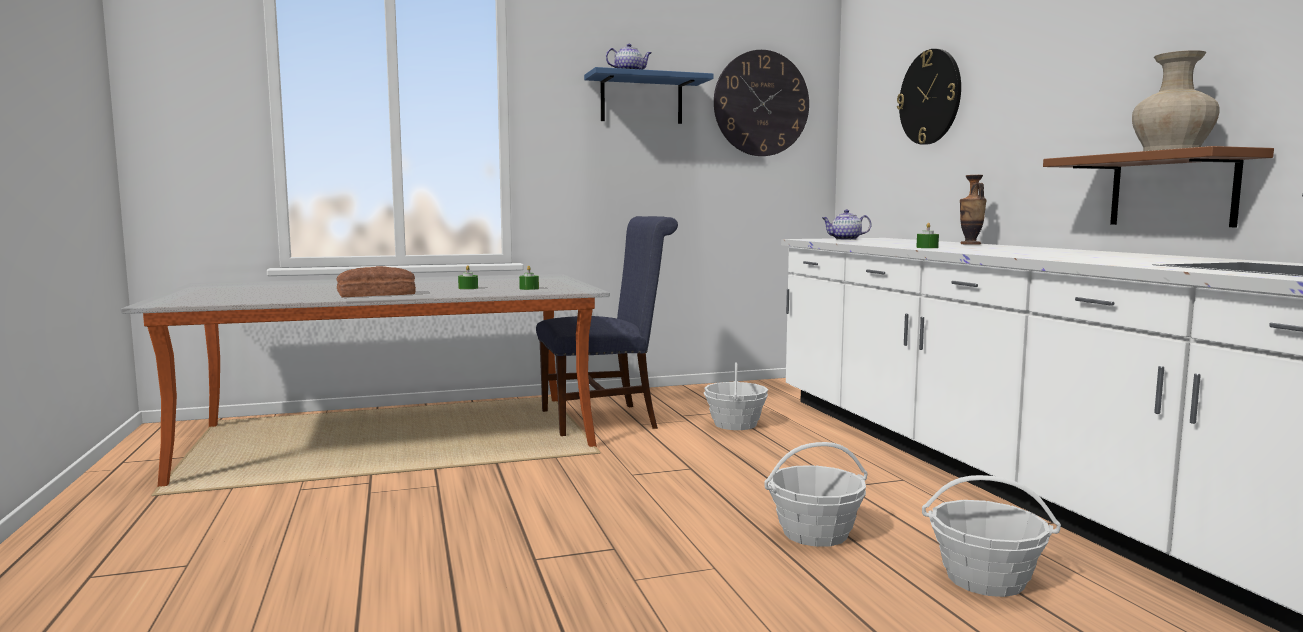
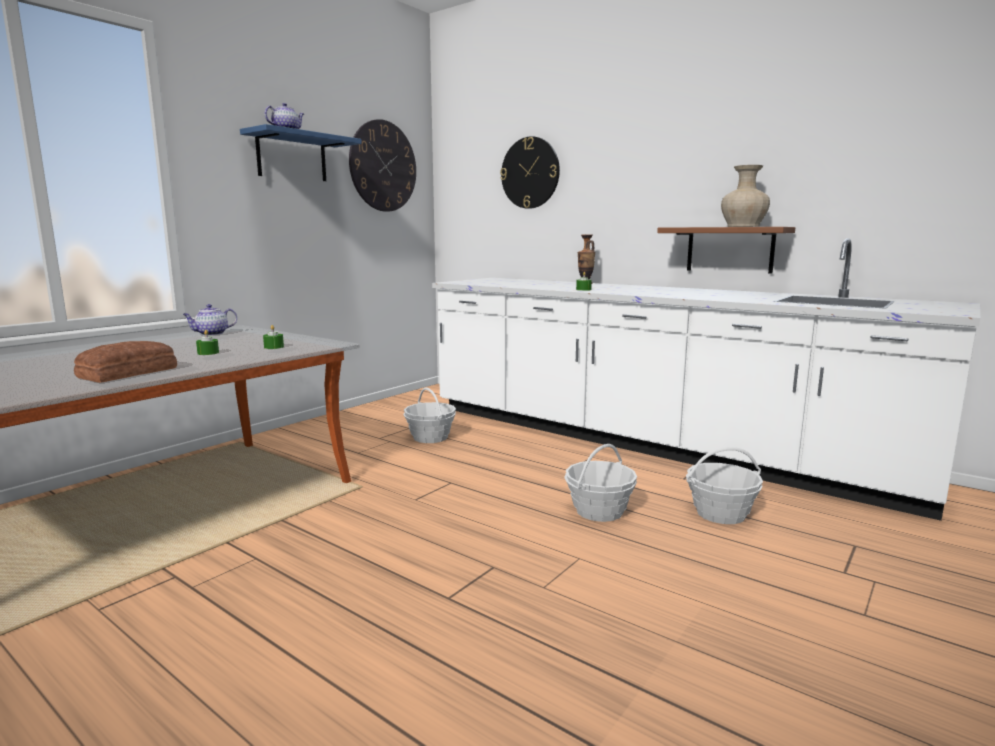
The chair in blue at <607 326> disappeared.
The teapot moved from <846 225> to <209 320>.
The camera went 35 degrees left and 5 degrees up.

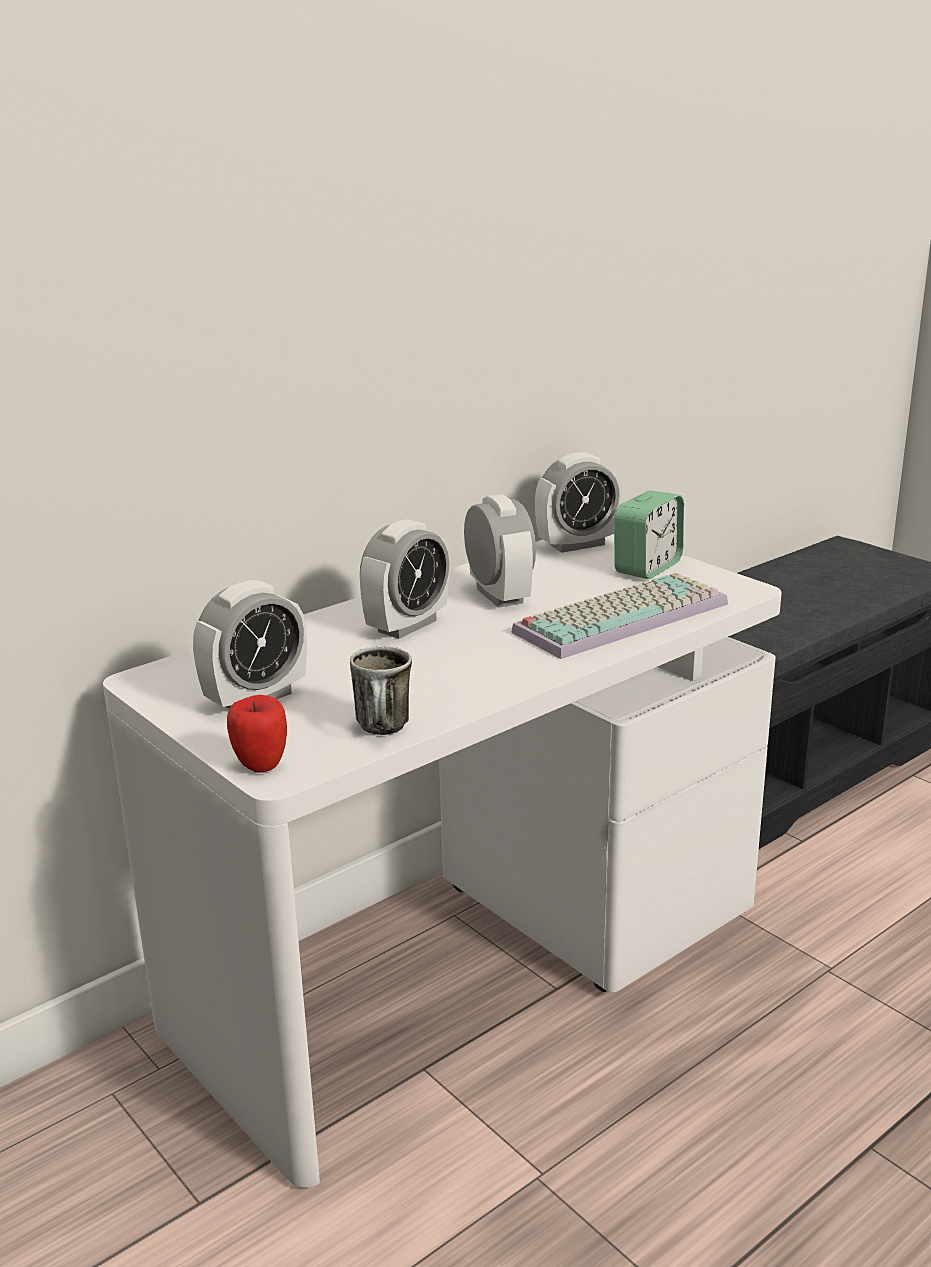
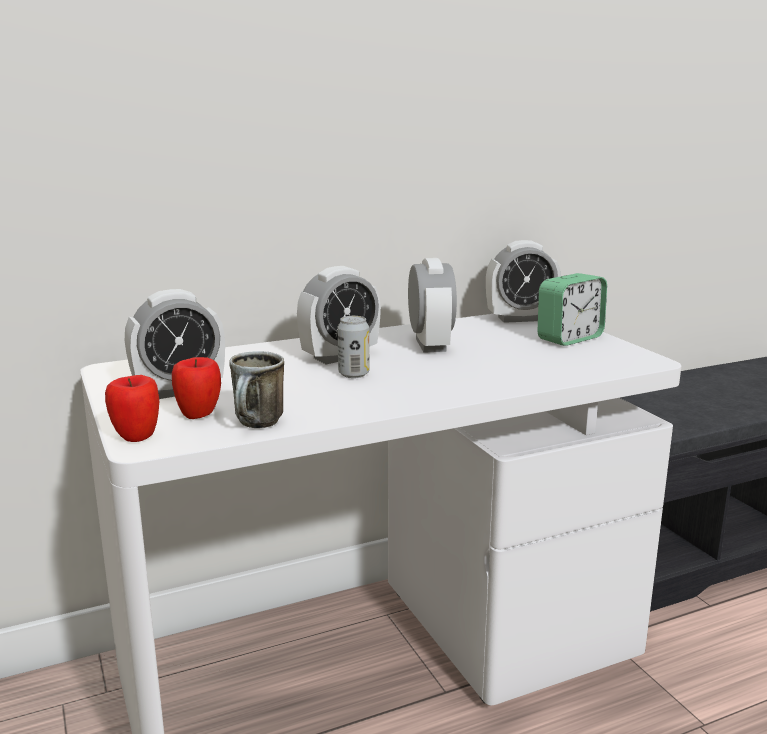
The keyboard at <619 615> disappeared.
The apple at <196 388> appeared.
The can at <353 347> appeared.
The camera went 15 degrees right and 5 degrees down.

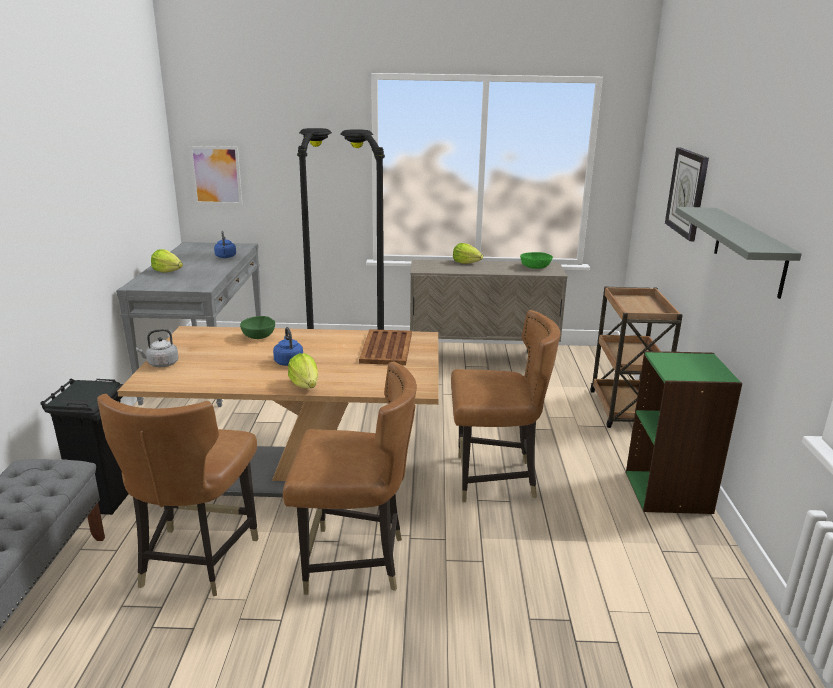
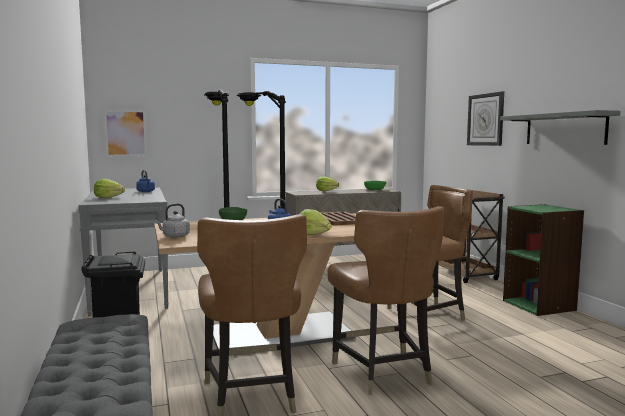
The chair in brown at <350 478> turned 90 degrees clockwise.
The camera went 20 degrees left and 15 degrees down.

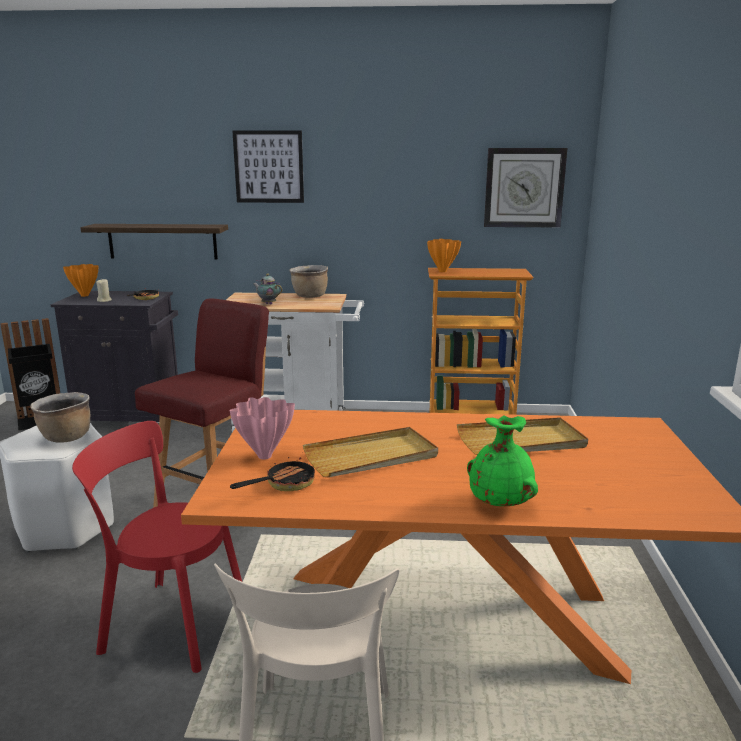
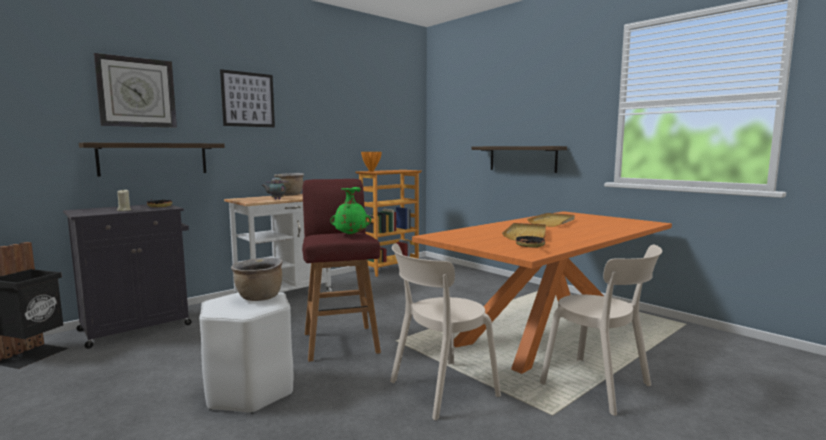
The vase in orange at <80 280> disappeared.
The vase in pink at <262 428> disappeared.
The shelf at <519 159> appeared.
The vase in green moved from <502 461> to <350 211>.
The wall clock moved from <525 188> to <135 90>.
The chair in red at <157 547> became the chair in beige at <445 332>.
The camera went 45 degrees left and 10 degrees down.

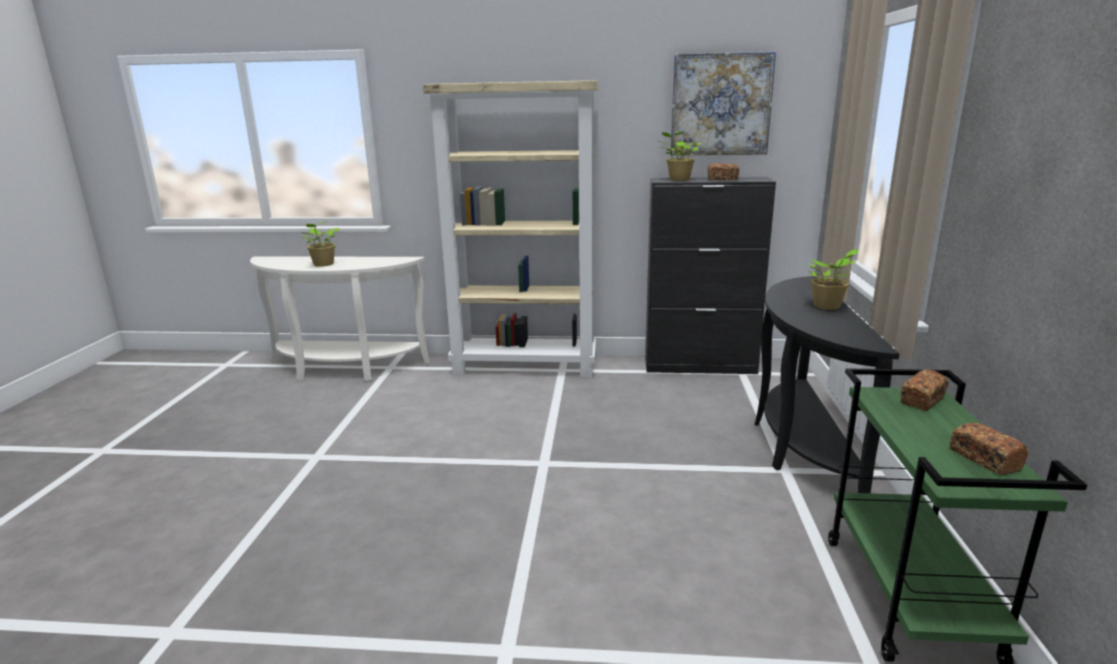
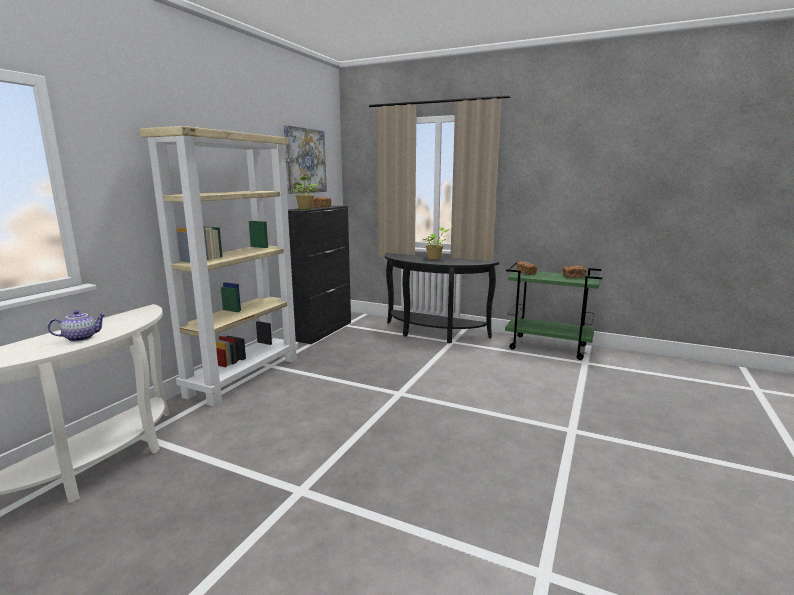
The potted plant at <320 244> was replaced by the teapot at <77 326>.
The camera went 70 degrees left and 5 degrees down.

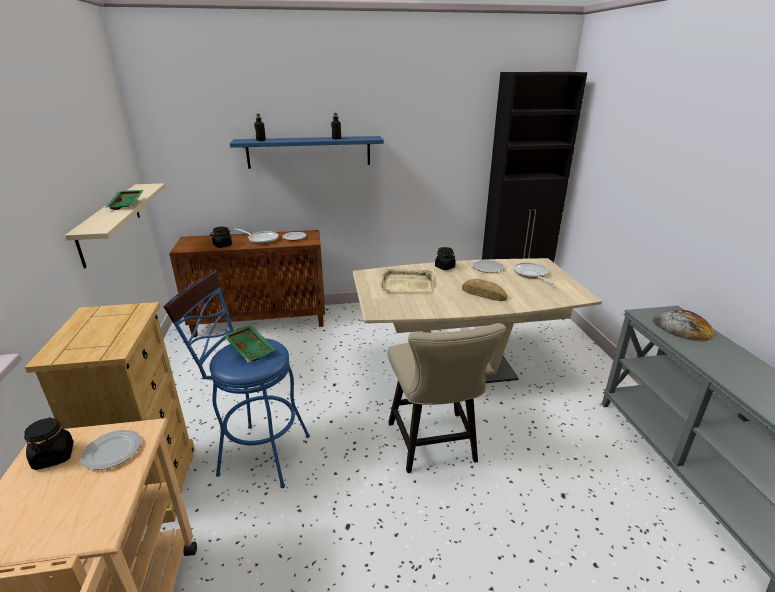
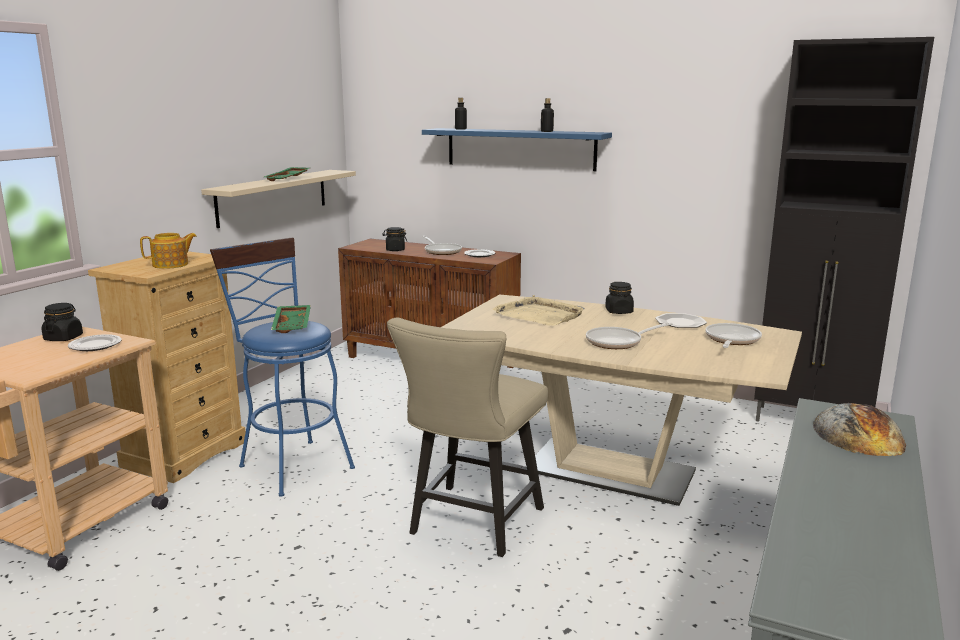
The teapot at <168 251> appeared.
The bread at <485 290> was replaced by the frying pan at <629 335>.
The camera went 35 degrees right and 10 degrees down.

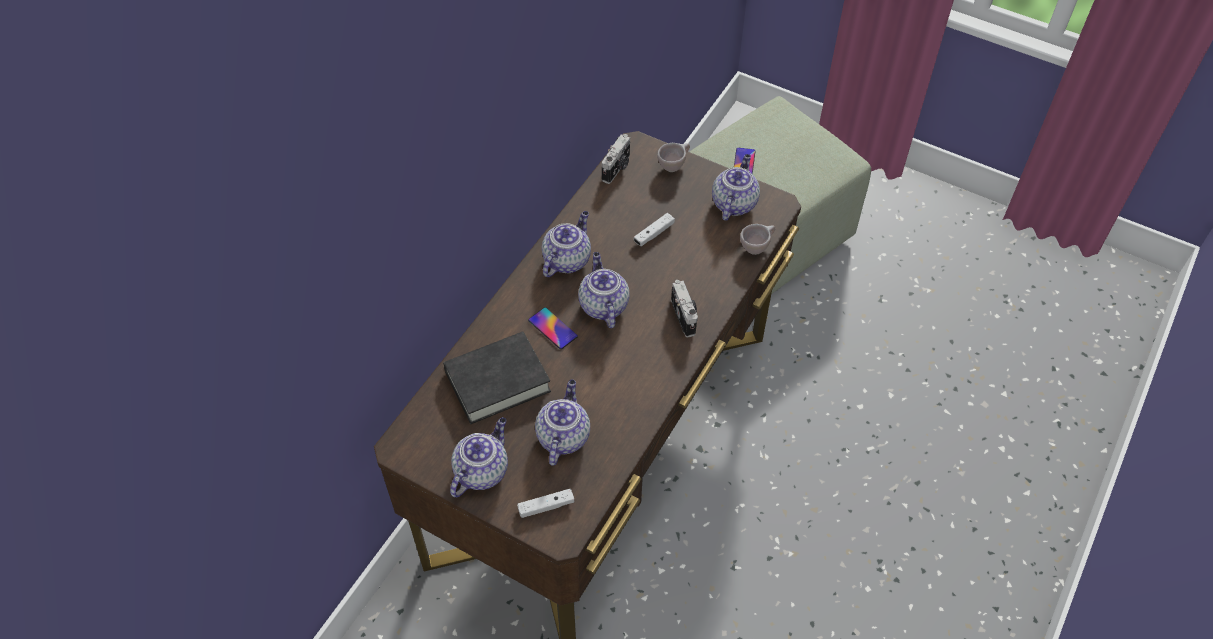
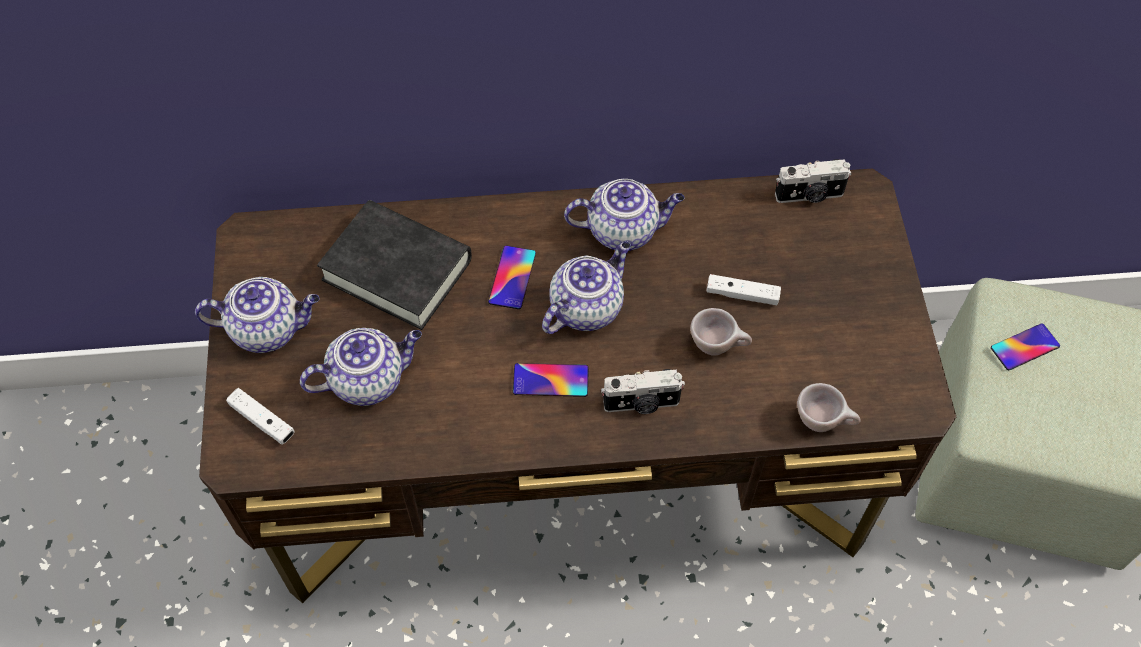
The teapot at <736 187> disappeared.
The phone at <551 380> appeared.
The cup in beige moved from <673 157> to <721 332>.
The photo camera at <684 308> turned 45 degrees clockwise.
The camera went 55 degrees right and 5 degrees up.

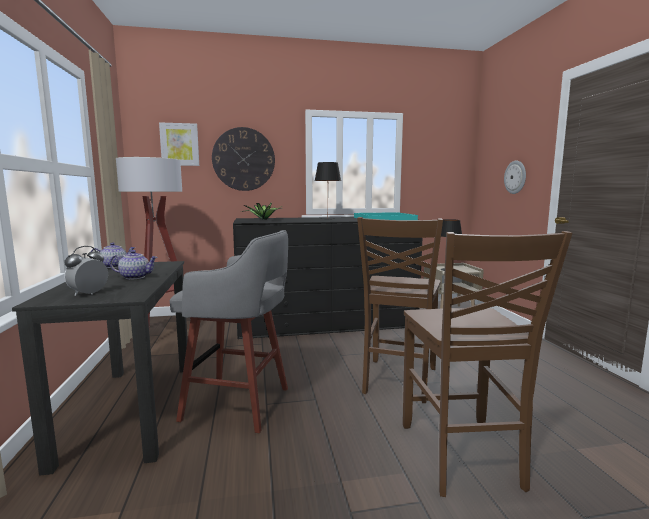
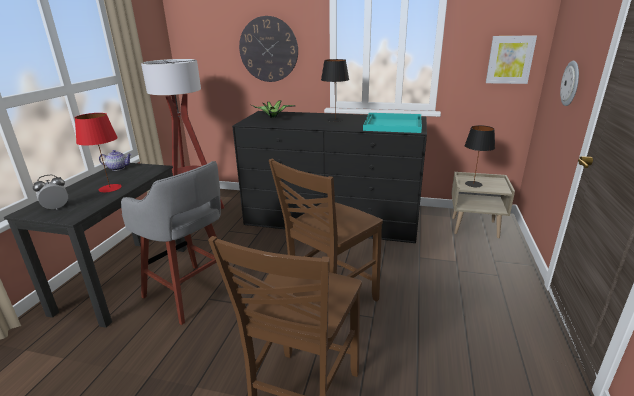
The picture moved from <179 144> to <511 59>.
The teapot at <133 264> was replaced by the table lamp in red at <98 152>.
The camera went 25 degrees right and 15 degrees up.

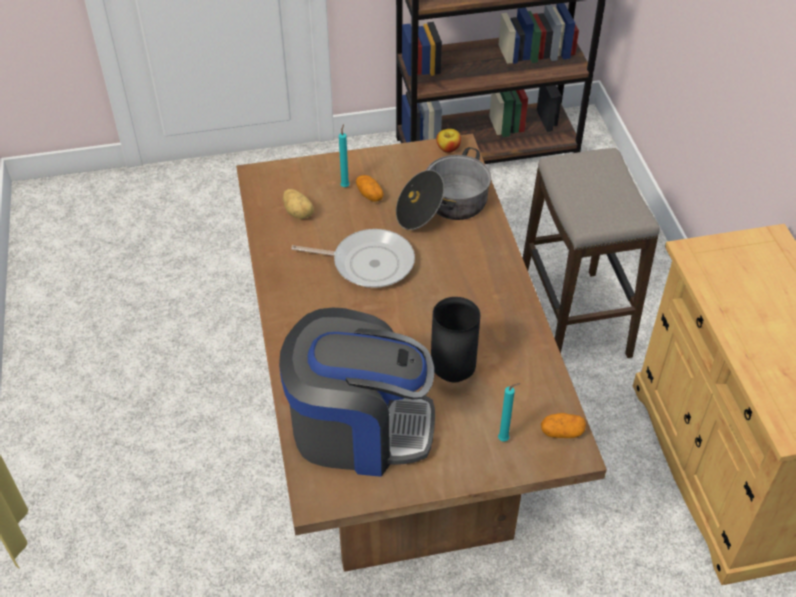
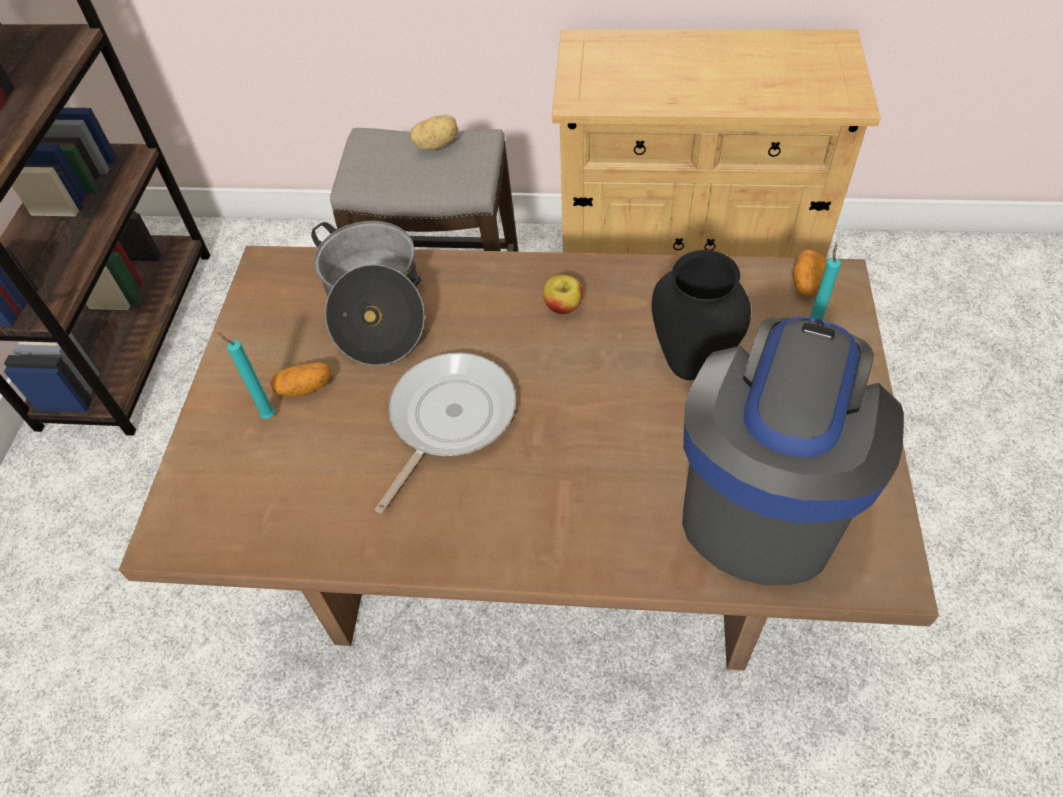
The potato moved from <298 204> to <433 132>.
The apple moved from <448 141> to <563 294>.
The camera went 70 degrees left and 5 degrees up.

